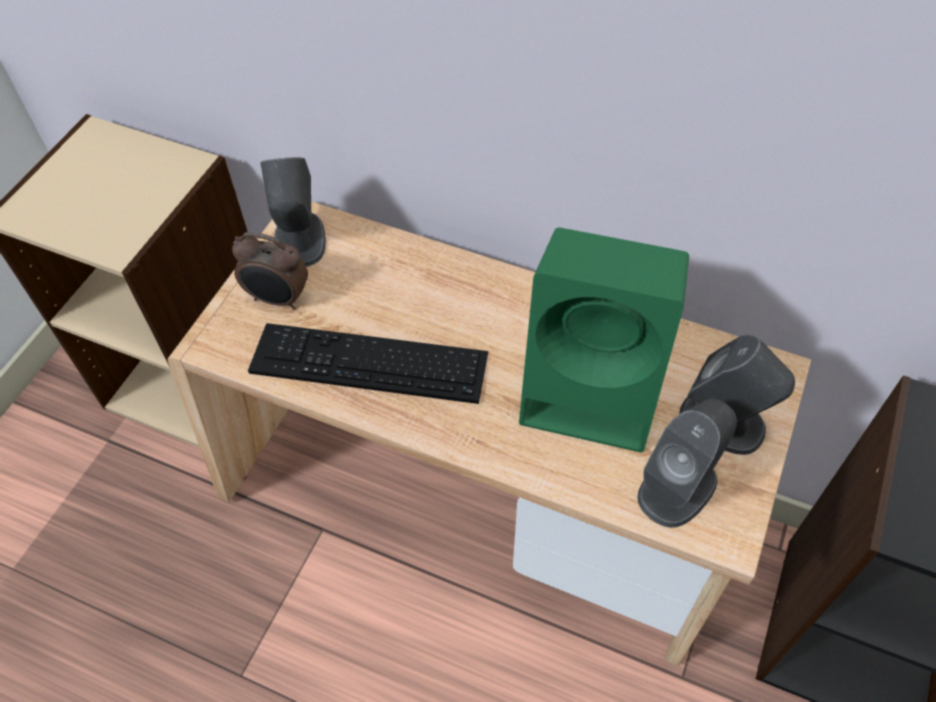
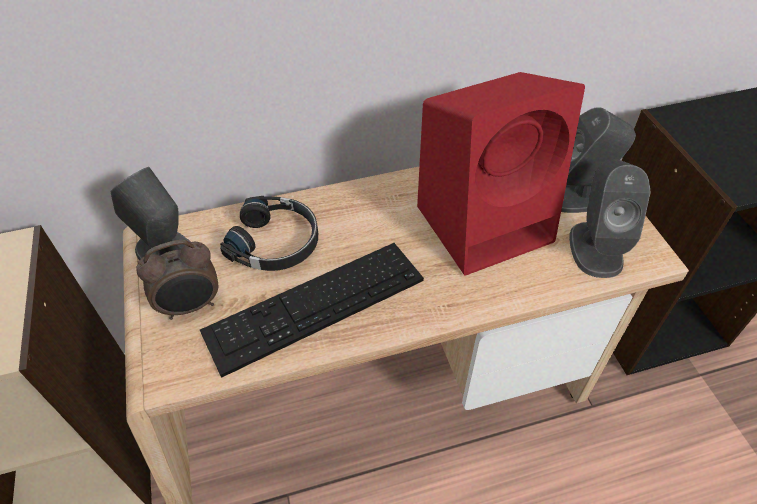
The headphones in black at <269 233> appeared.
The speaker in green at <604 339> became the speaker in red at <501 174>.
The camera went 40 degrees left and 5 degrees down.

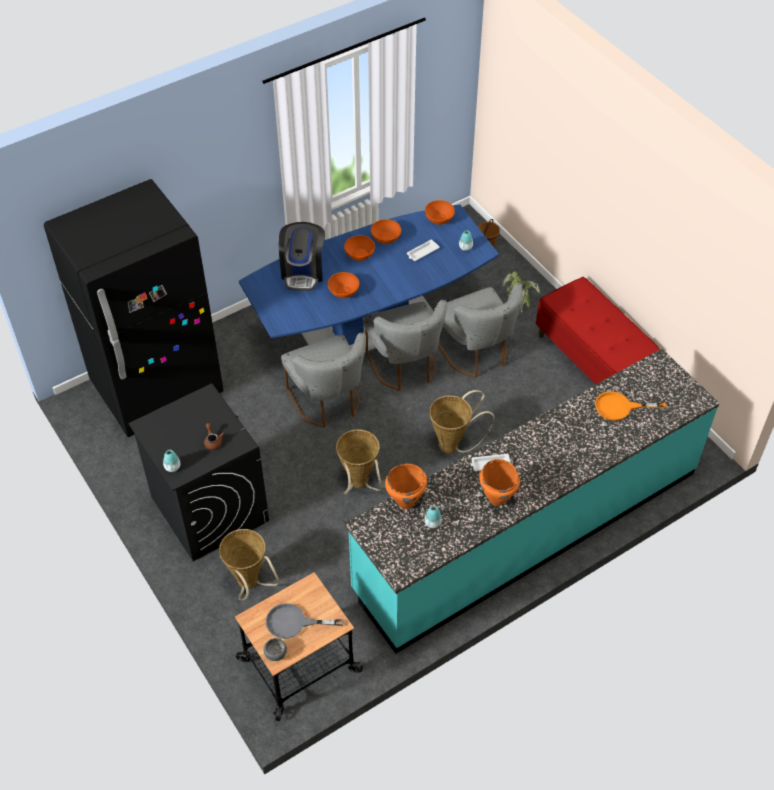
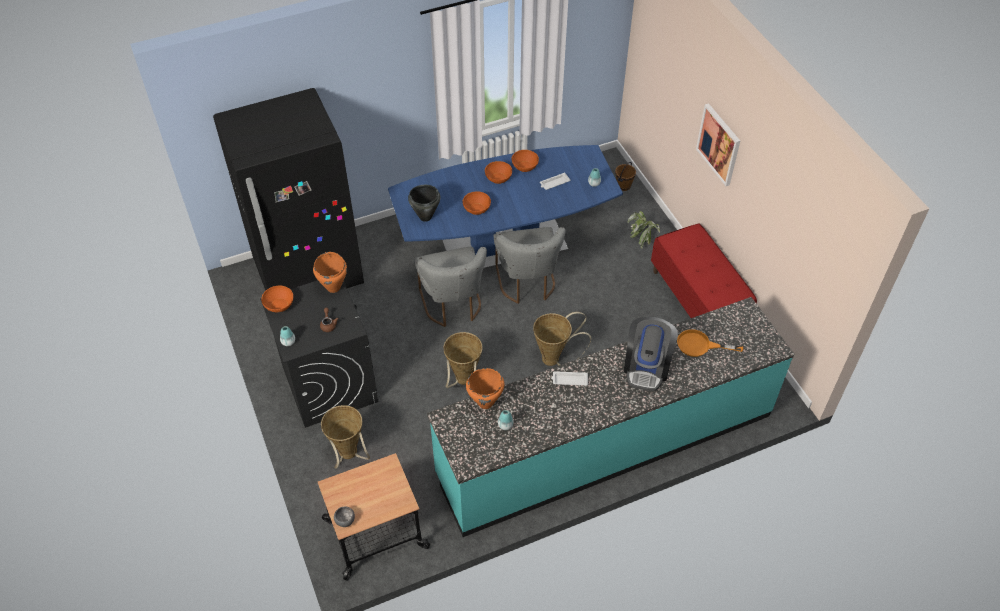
The frying pan in grey at <305 621> disappeared.
The chair in grey at <478 330> disappeared.
The cooking pot in black at <424 203> appeared.
The picture at <718 144> appeared.
The coffee machine moved from <302 256> to <650 354>.
The bowl in orange moved from <440 212> to <277 299>.
The cooking pot in orange moved from <499 482> to <330 272>.
The camera went 10 degrees right and 0 degrees up.

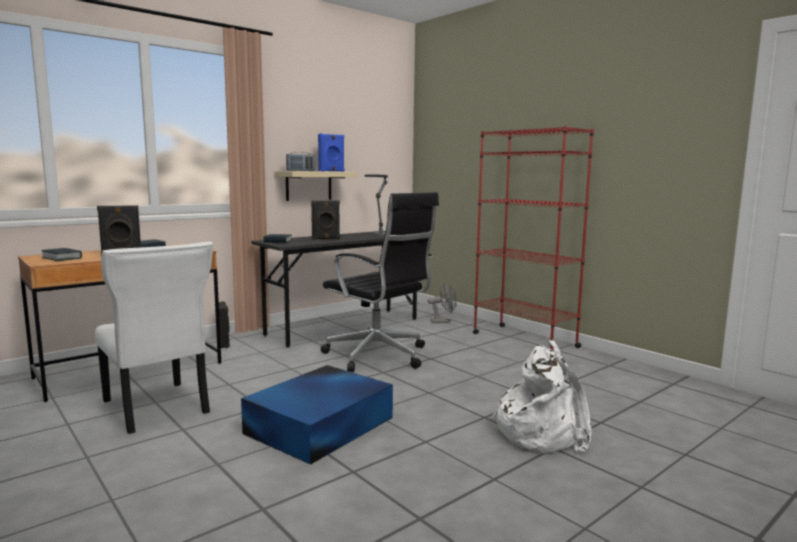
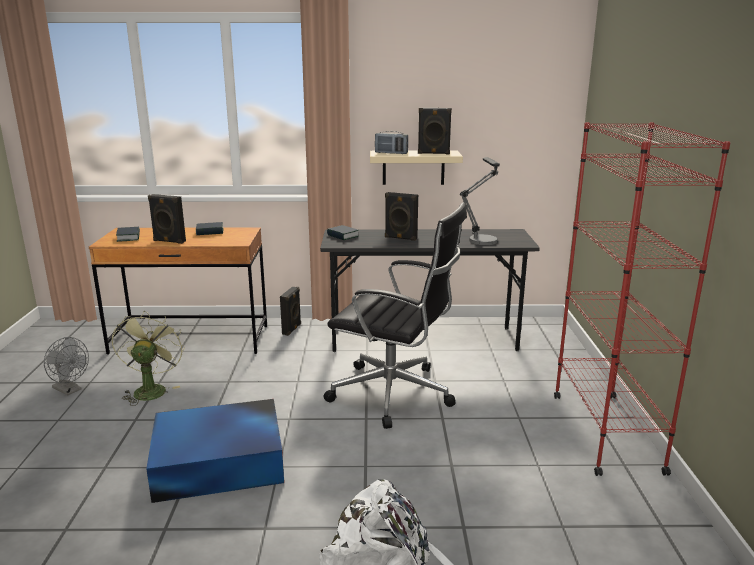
The fan in grey moved from <442 302> to <66 366>.
The chair in white at <154 338> was replaced by the fan in green at <148 358>.
The speaker in blue at <331 153> became the speaker in black at <435 131>.
The office chair in black at <380 282> turned 60 degrees counterclockwise.
The camera went 40 degrees right and 10 degrees up.

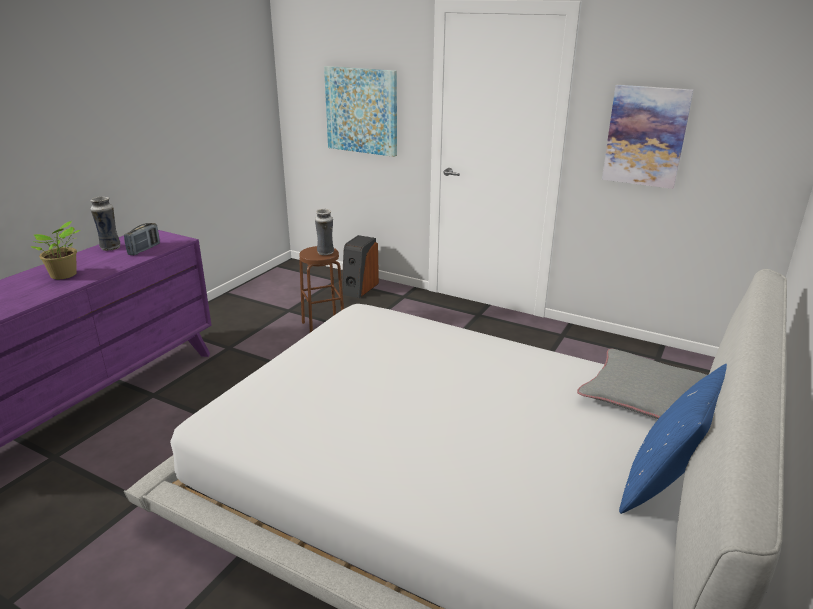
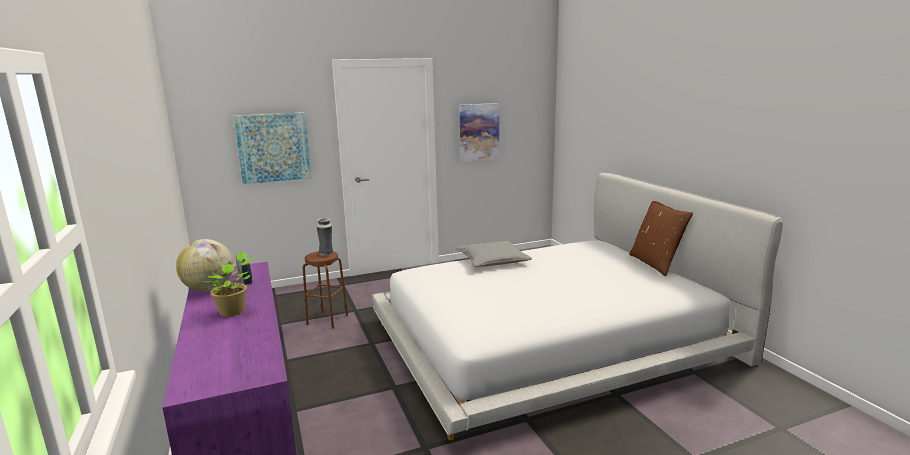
The speaker at <360 266> disappeared.
The pillow in grey moved from <642 384> to <494 254>.
The vase at <105 224> was replaced by the globe at <204 265>.
The pillow in blue at <673 439> became the pillow in brown at <661 238>.
The camera went 50 degrees left and 10 degrees down.

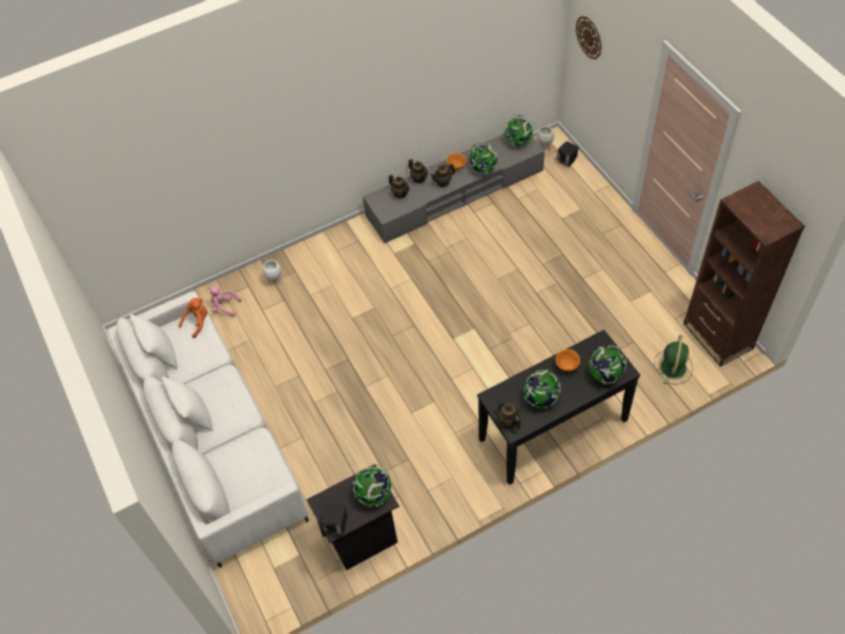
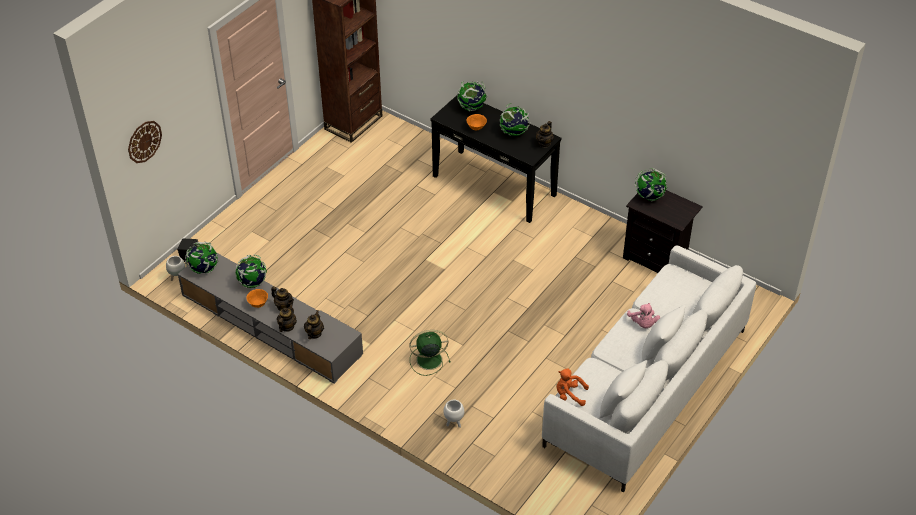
The speaker in black at <334 519> disappeared.
The plush toy in pink moved from <225 301> to <643 315>.
The fan in green moved from <673 359> to <430 353>.
The camera went 120 degrees left and 10 degrees down.

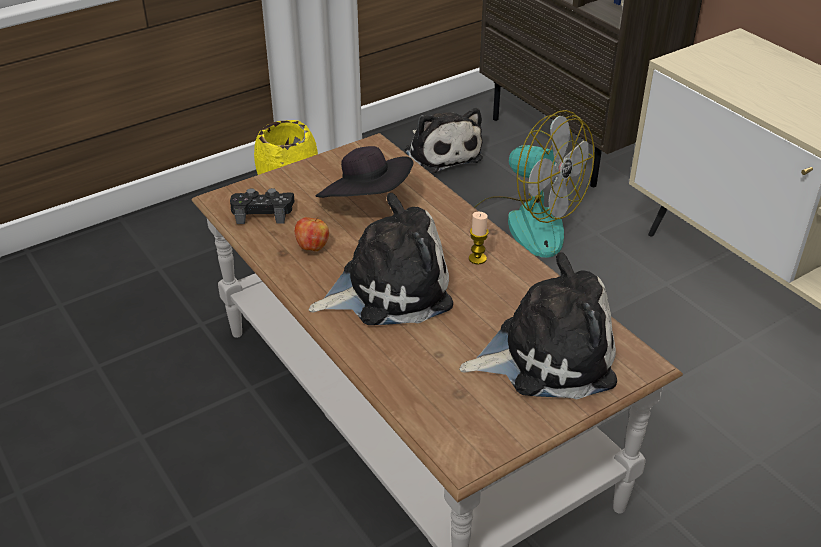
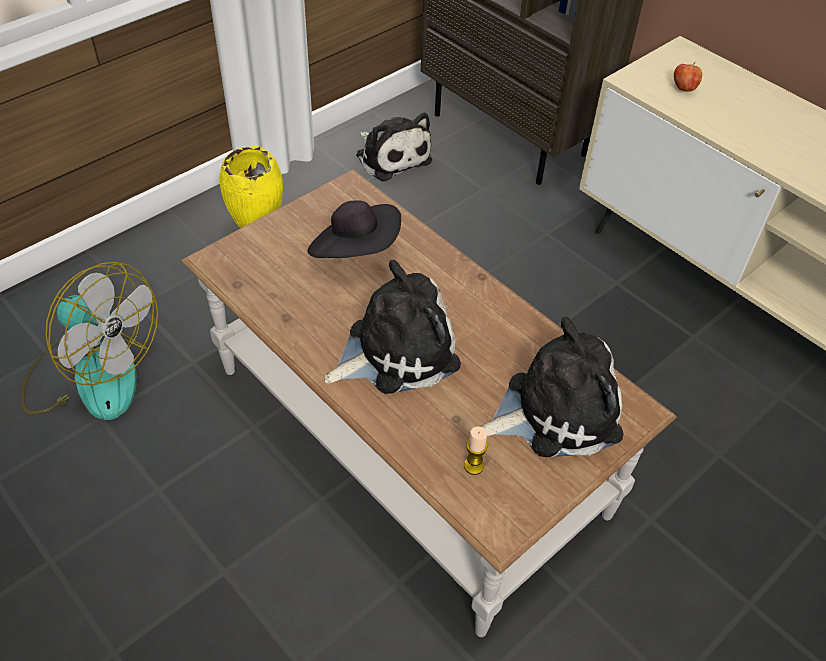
The game controller in black at <262 206> disappeared.
The apple moved from <312 233> to <688 77>.
The candle moved from <479 238> to <475 451>.
The fan moved from <534 184> to <89 341>.
The camera went 10 degrees left and 10 degrees up.

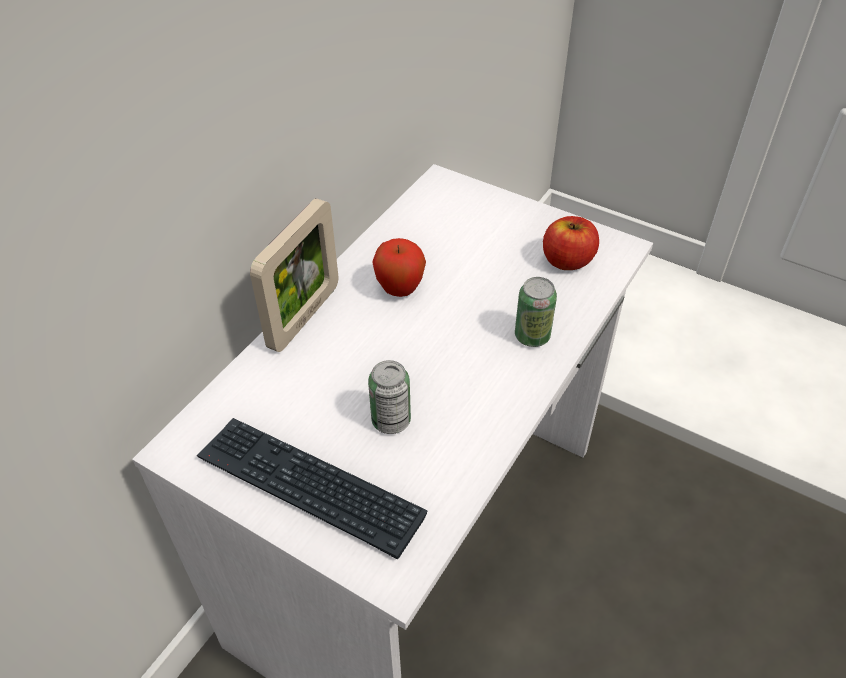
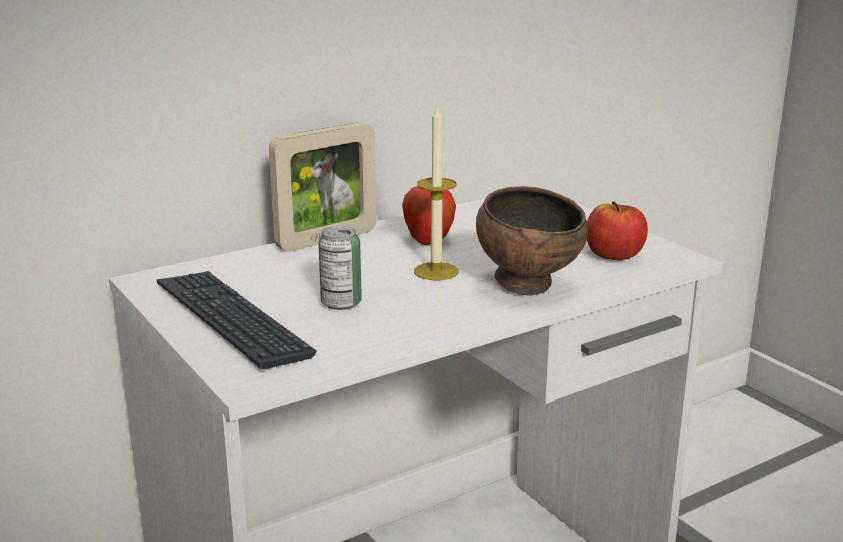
The candle at <436 192> appeared.
The can at <536 312> was replaced by the bowl in brown at <532 241>.
The camera went 25 degrees right and 25 degrees down.

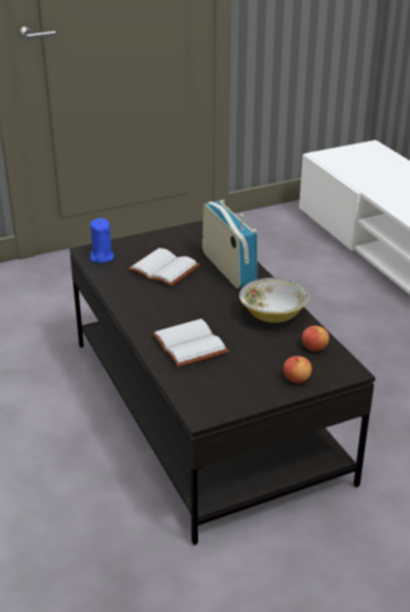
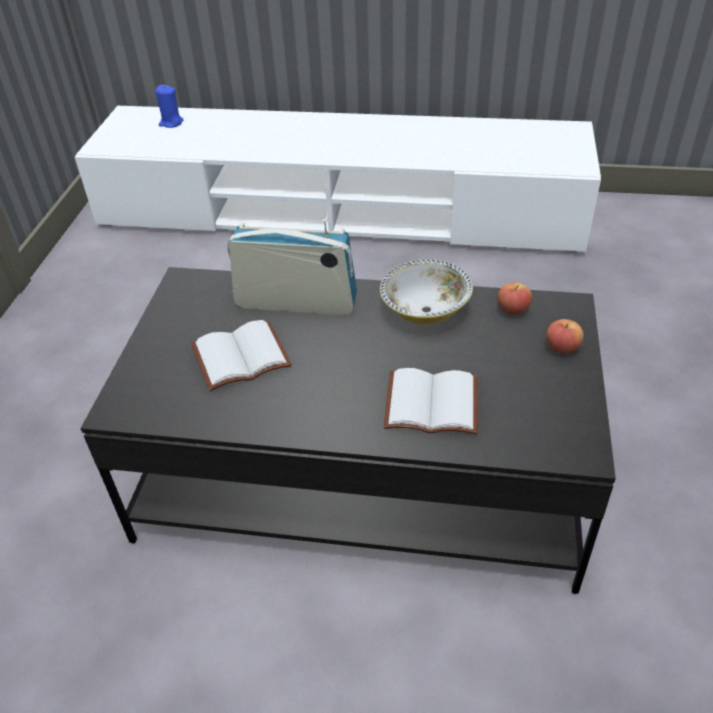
The candle in blue moved from <102 240> to <169 106>.
The camera went 55 degrees left and 10 degrees up.

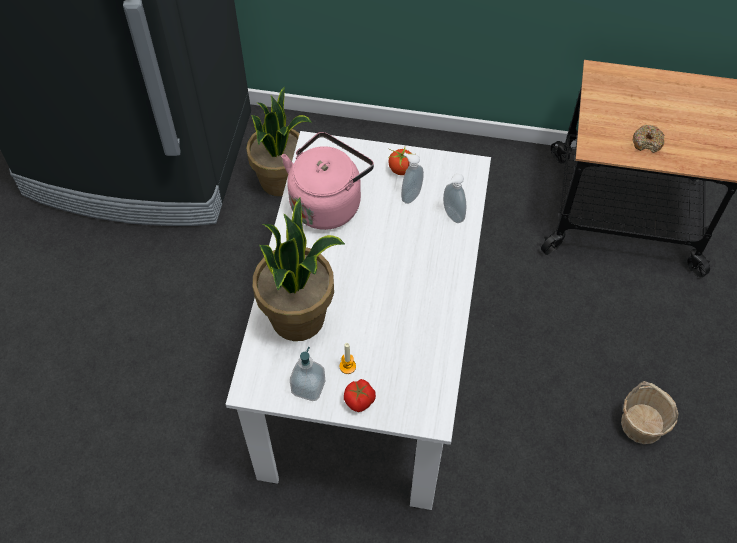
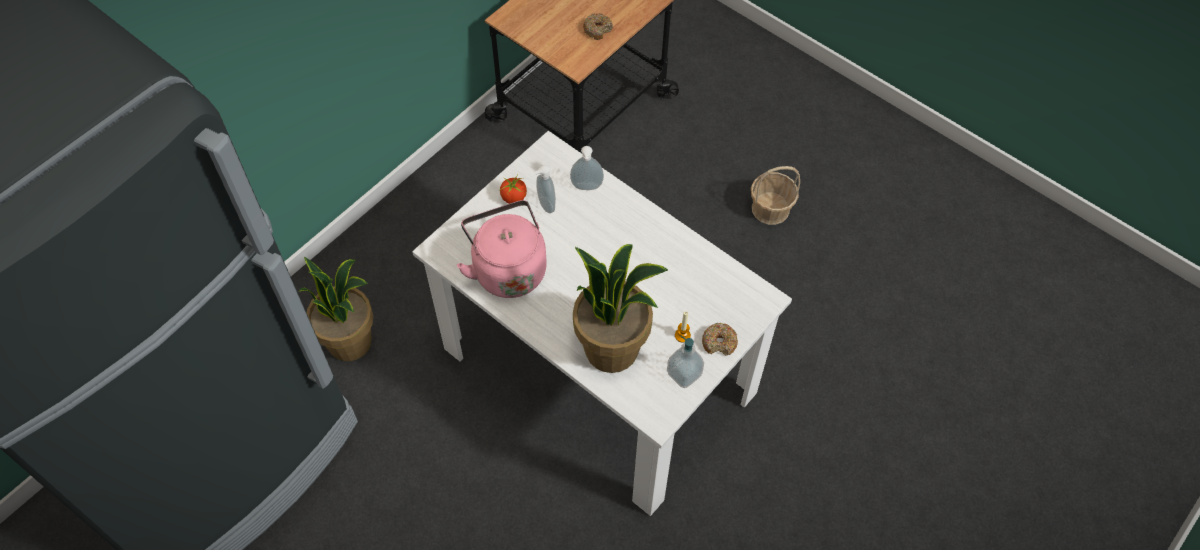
The tomato at <360 395> was replaced by the donut at <720 339>.
The camera went 60 degrees left and 0 degrees up.

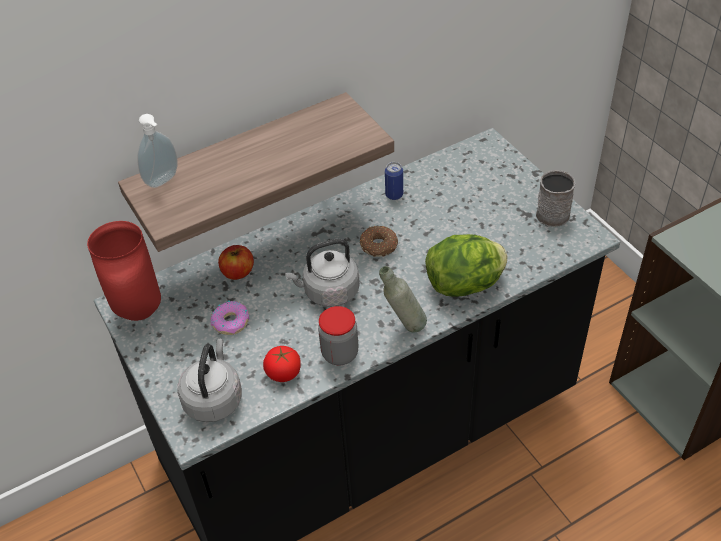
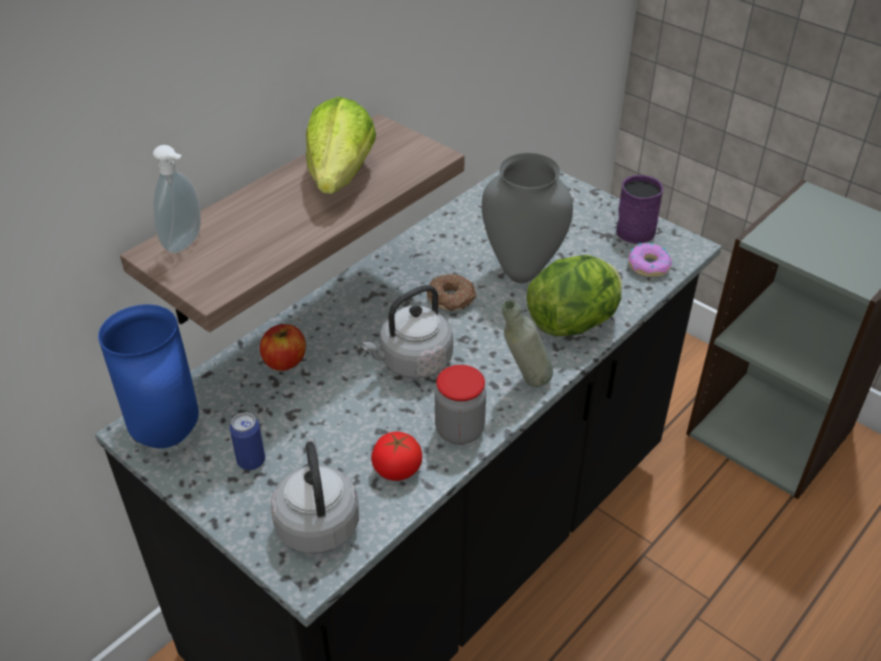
The lettuce at <341 145> appeared.
The vase in grey at <527 218> appeared.
The donut moved from <230 318> to <650 260>.
The can moved from <394 181> to <247 441>.
The vase in red at <124 271> became the vase in blue at <148 376>.
The mug in grey at <555 198> became the mug in purple at <639 209>.
The camera went 20 degrees left and 5 degrees down.

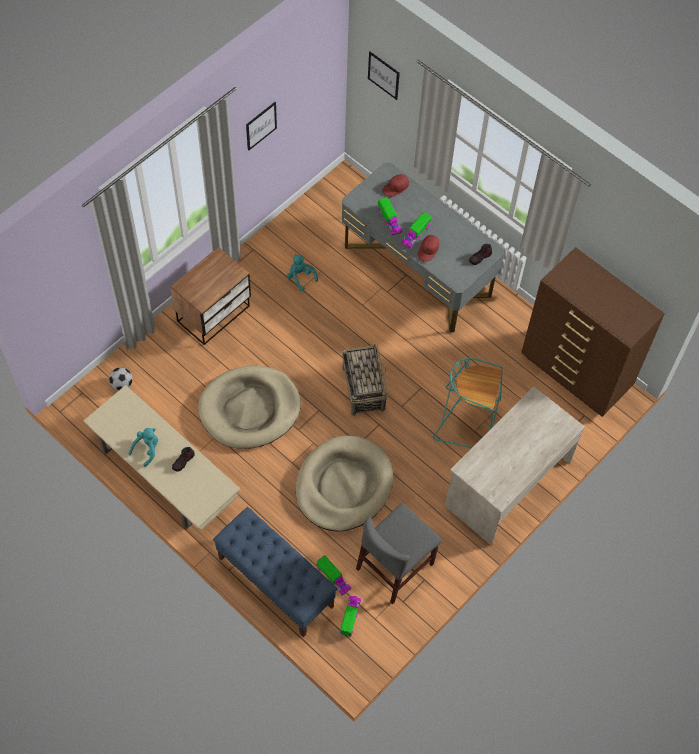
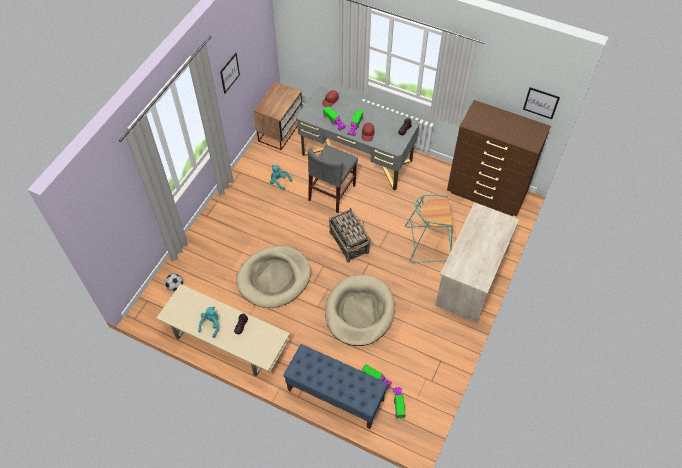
The nightstand moved from <210 296> to <277 116>.
The chair in grey moved from <399 553> to <333 179>.
The picture moved from <384 75> to <541 103>.
The camera went 15 degrees left and 5 degrees down.

